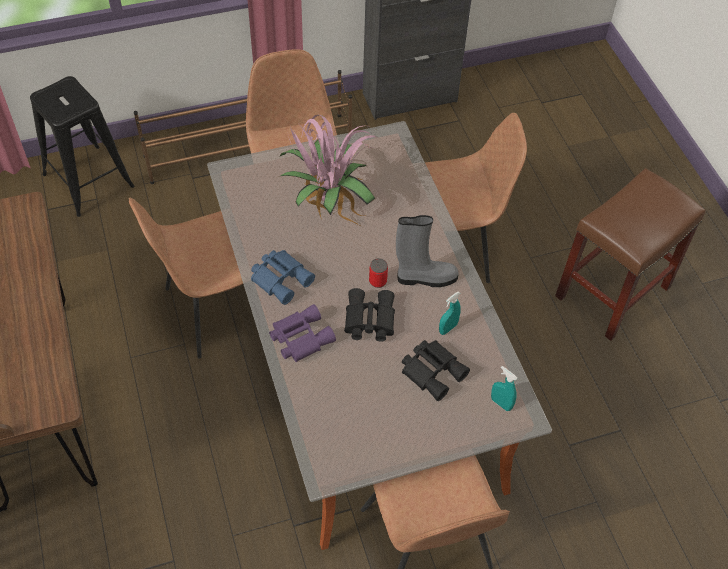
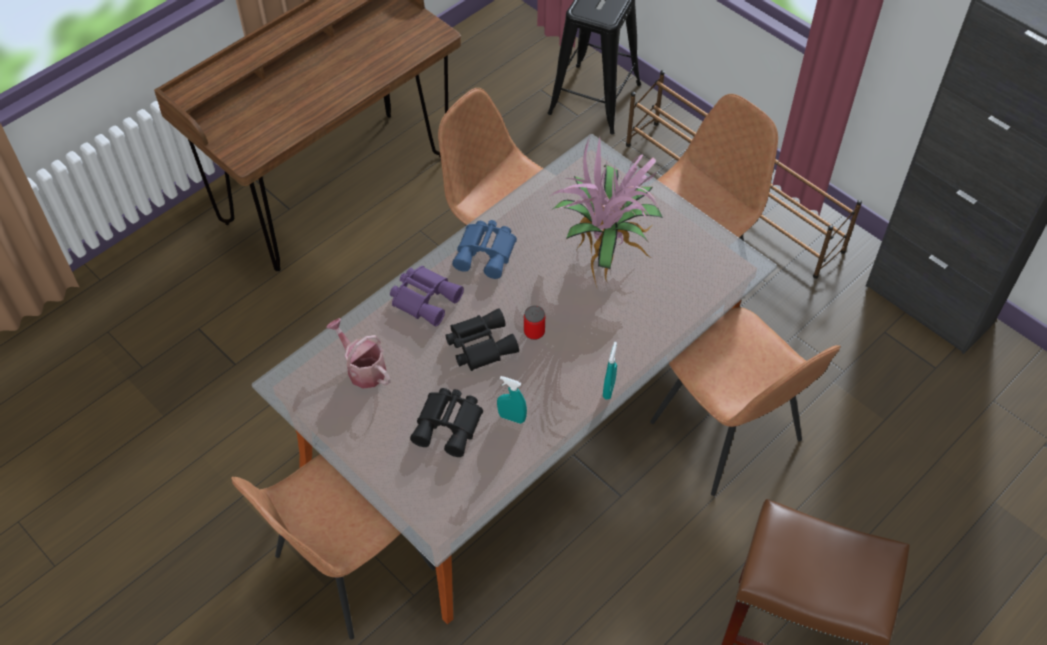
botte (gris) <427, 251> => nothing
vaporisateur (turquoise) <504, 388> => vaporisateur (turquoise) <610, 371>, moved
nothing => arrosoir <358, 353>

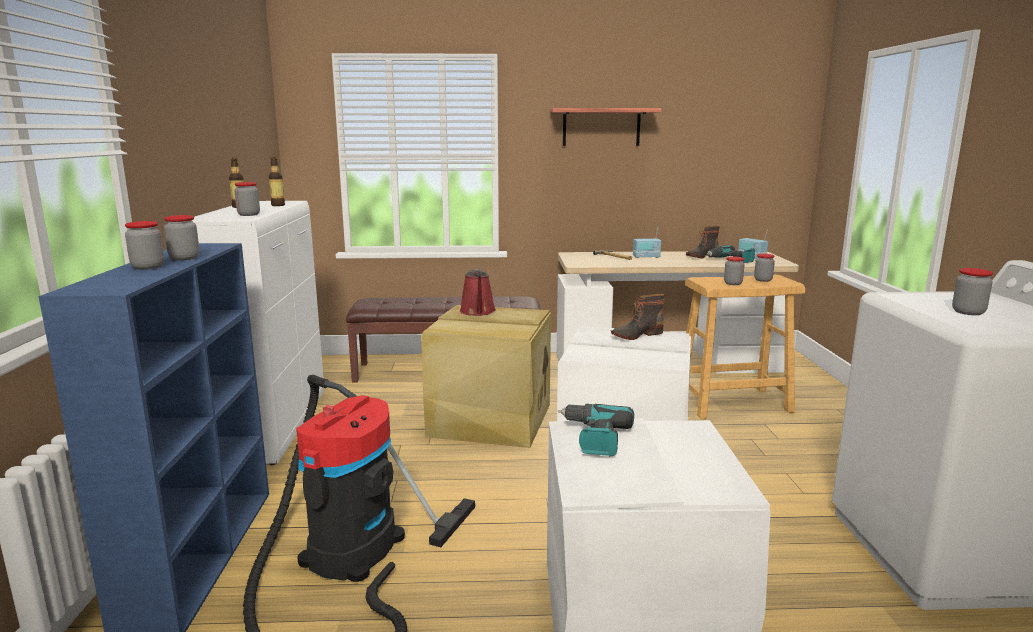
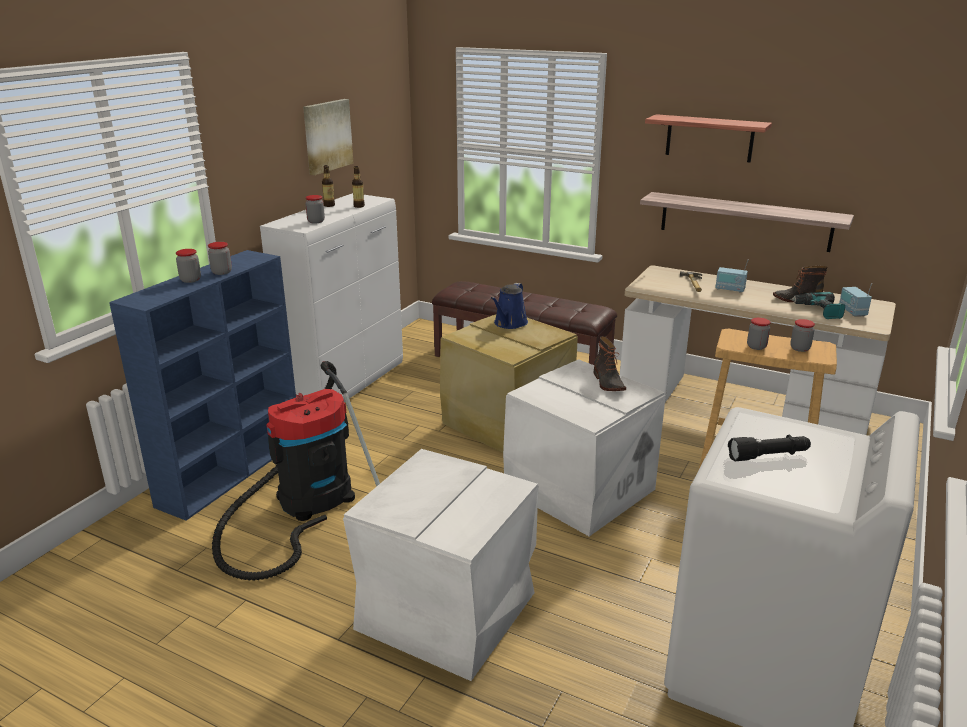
bocal <972, 291> => lampe de poche (noir) <769, 448>
arrosoir (rouge) <478, 292> => arrosoir (bleu) <509, 306>
botte <638, 317> => botte <610, 363>, 105 degrees counterclockwise
perceuse <596, 430> => nothing
nothing => tableau <328, 137>
nothing => étagère <747, 222>

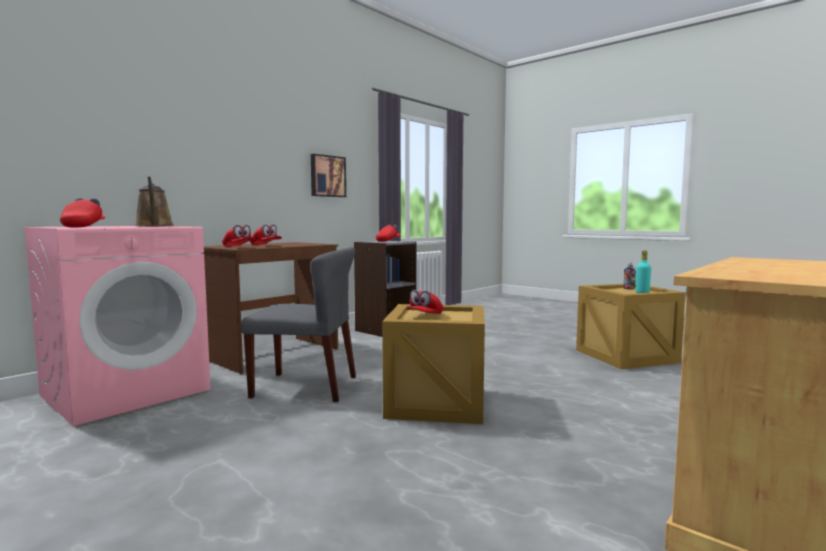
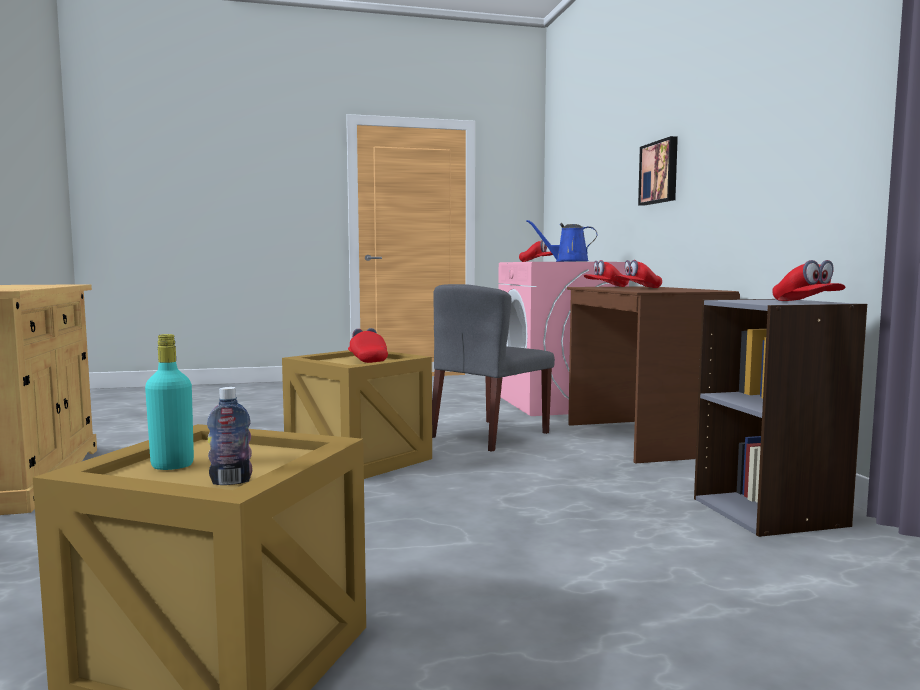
tableau <328, 175> => tableau <658, 171>, moved
arrosoir (marron) <154, 201> => arrosoir (bleu) <561, 241>

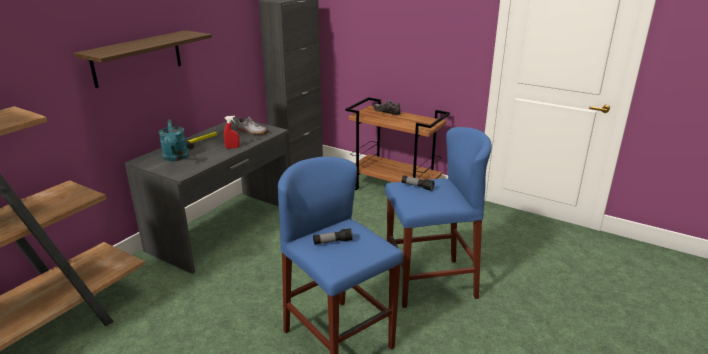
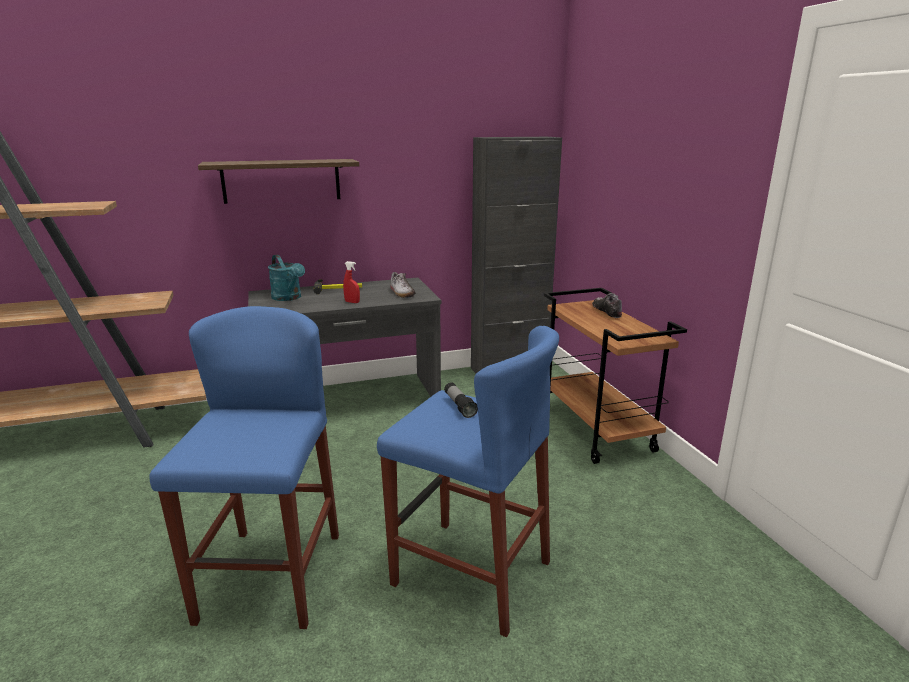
arrosoir (turquoise) <173, 140> => arrosoir (turquoise) <286, 278>, 60 degrees counterclockwise
lampe de poche <333, 236> => nothing

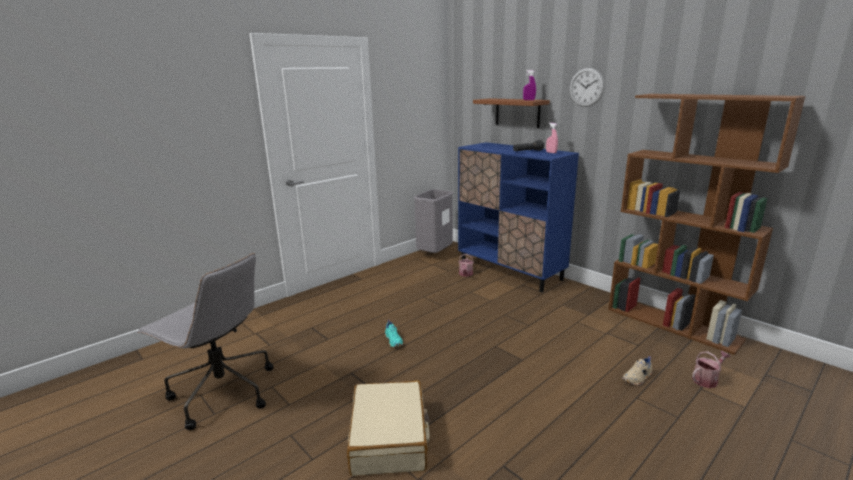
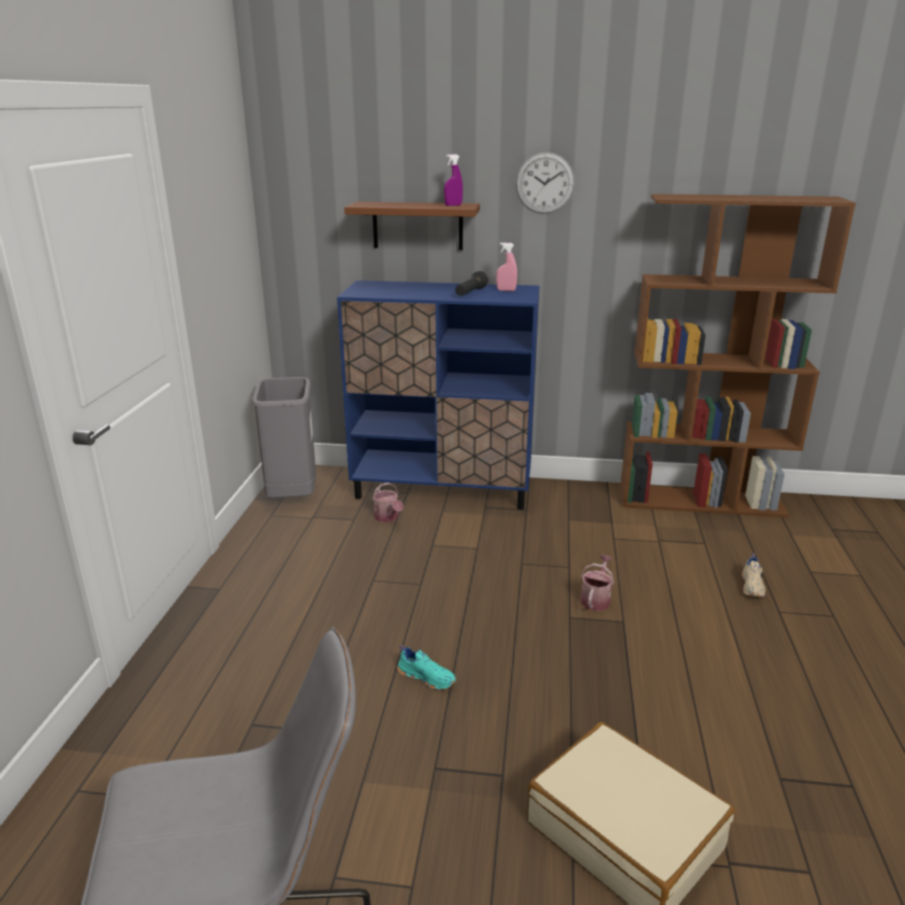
arrosoir <711, 369> => arrosoir <597, 583>, moved

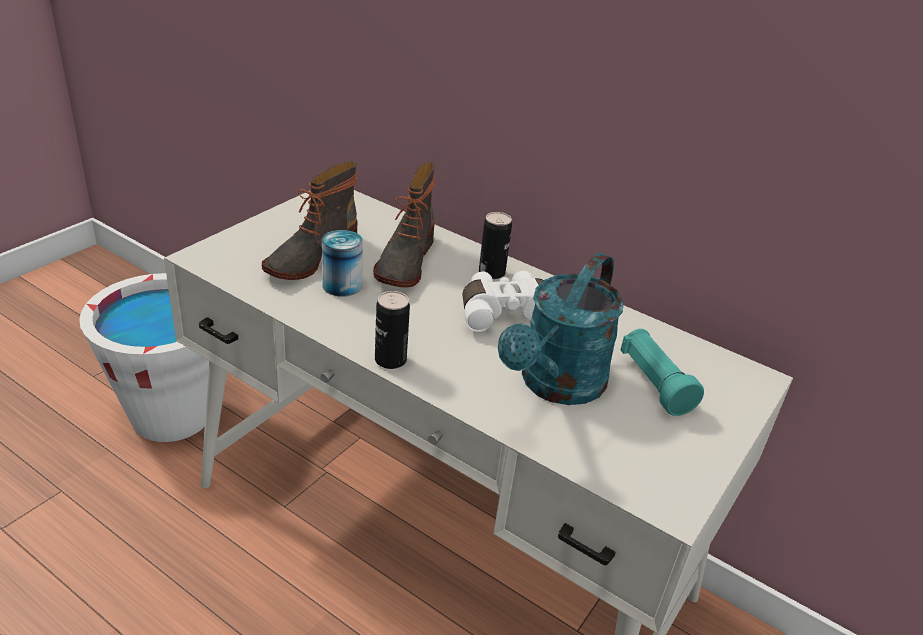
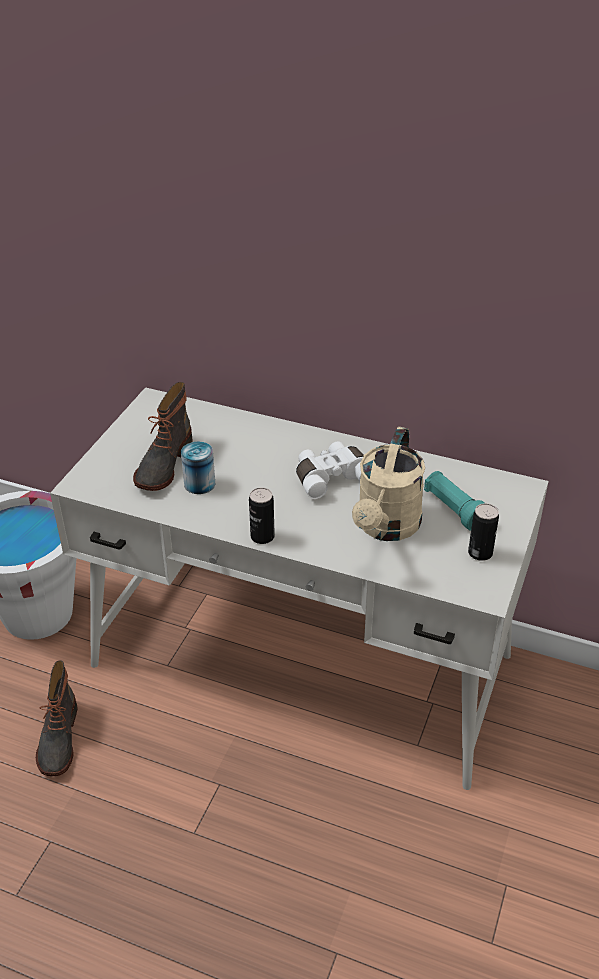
botte <404, 225> => botte <56, 718>, moved
boîte métallique <495, 245> => boîte métallique <483, 532>, moved
arrosoir (turquoise) <561, 329> => arrosoir (beige) <388, 484>

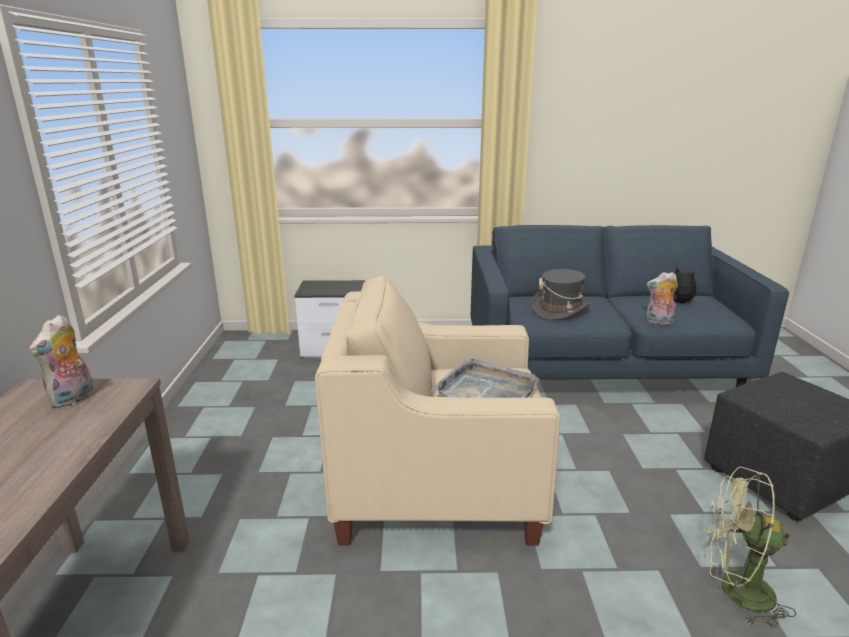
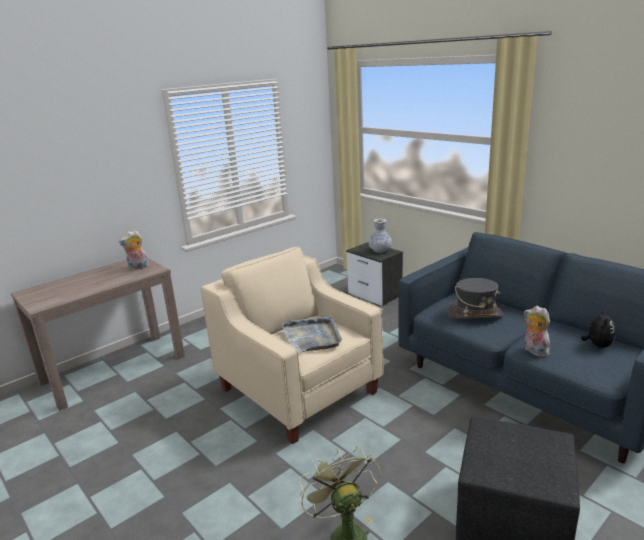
nothing => vase <380, 236>

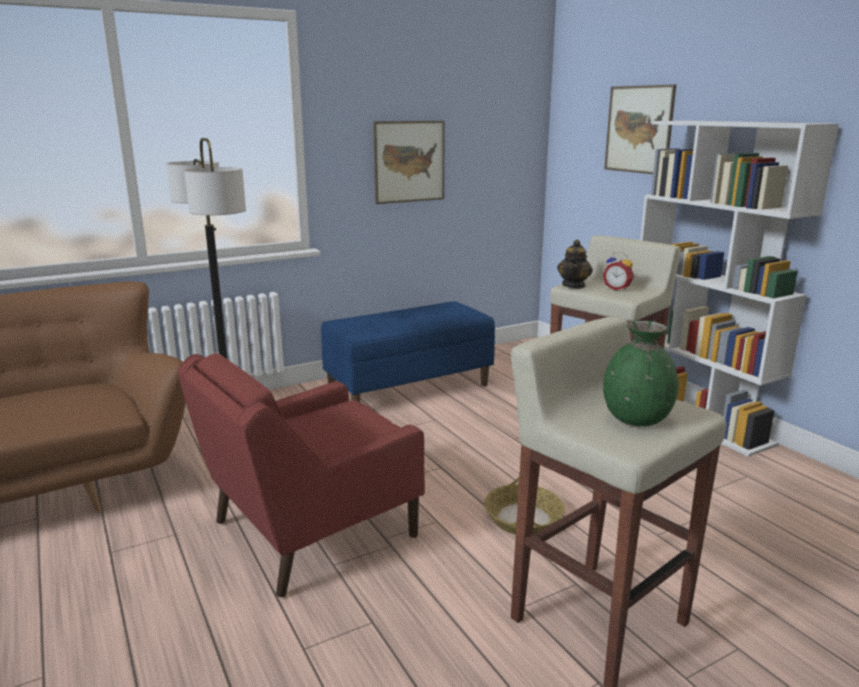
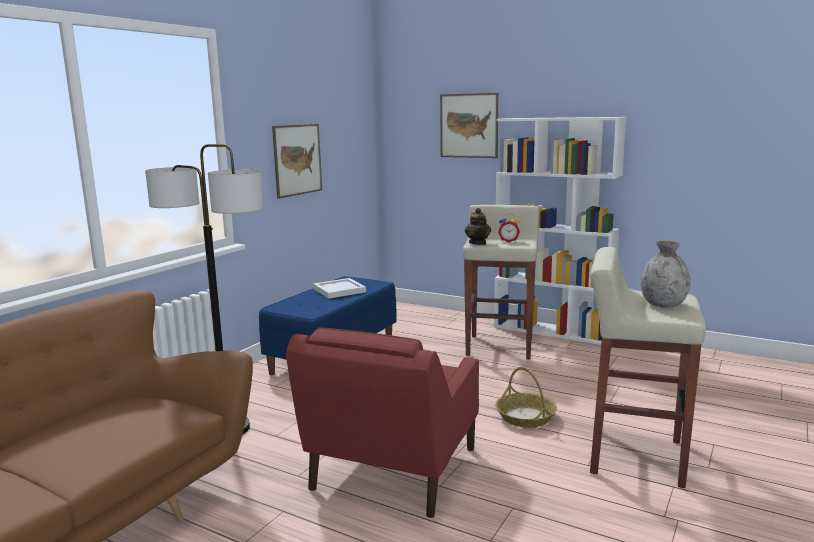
vase (vert) <640, 373> => vase (gris) <665, 274>
nothing => plateau (blanc) <339, 288>

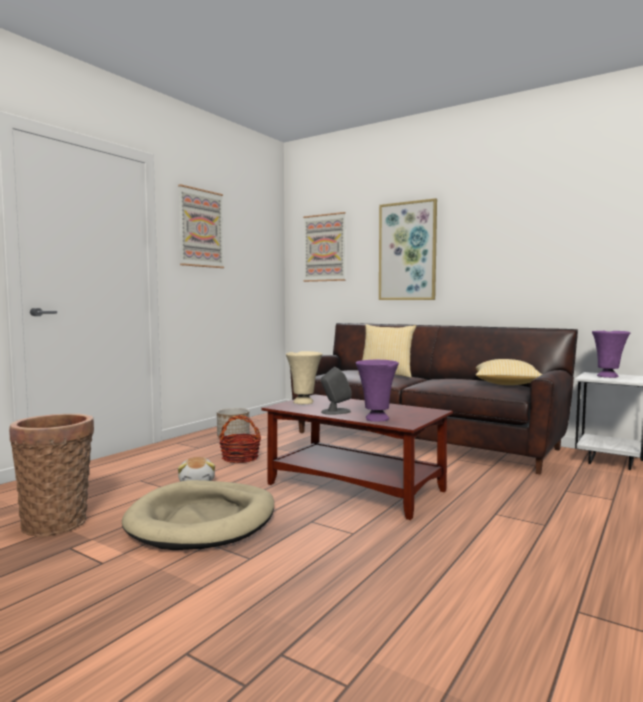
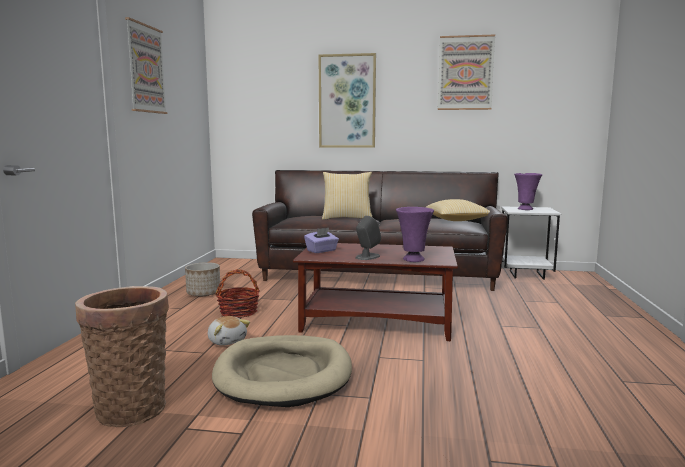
tableau <324, 247> => tableau <466, 72>, moved
vase (beige) <304, 377> => boîte à mouchoirs (violet) <321, 240>

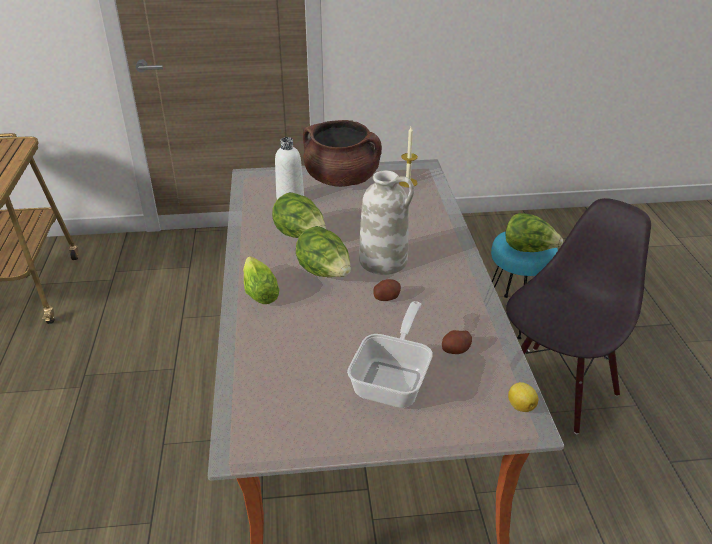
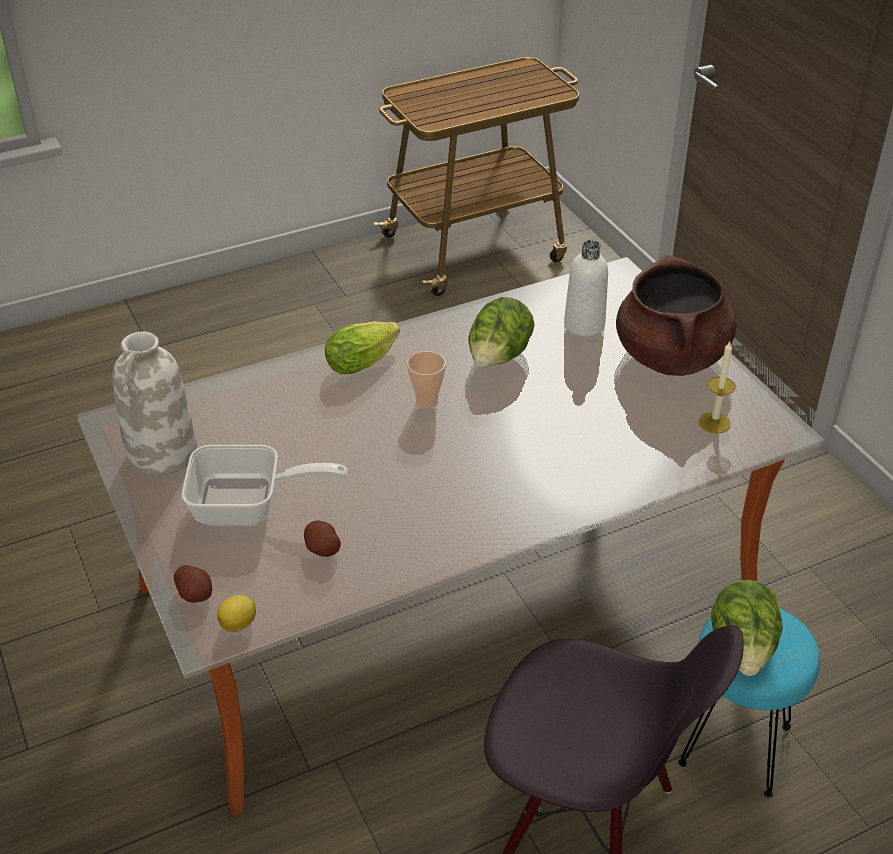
vase (blanc) <386, 223> => vase (blanc) <154, 404>, moved
laitue <323, 251> => tasse <426, 379>
pomme de terre <387, 290> => pomme de terre <193, 584>, moved

